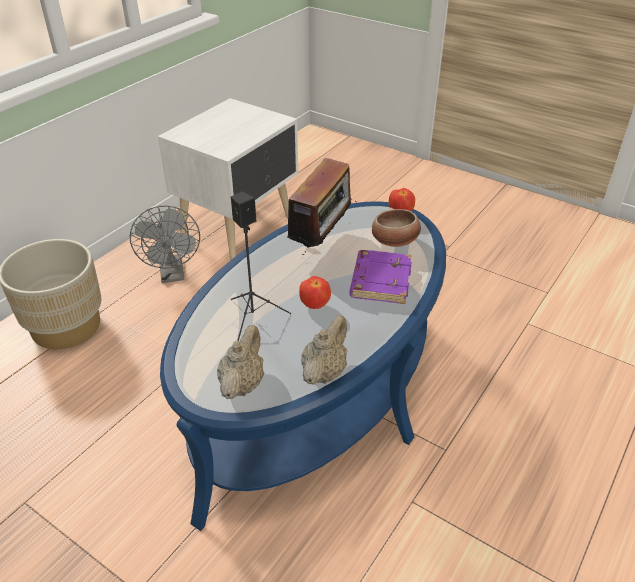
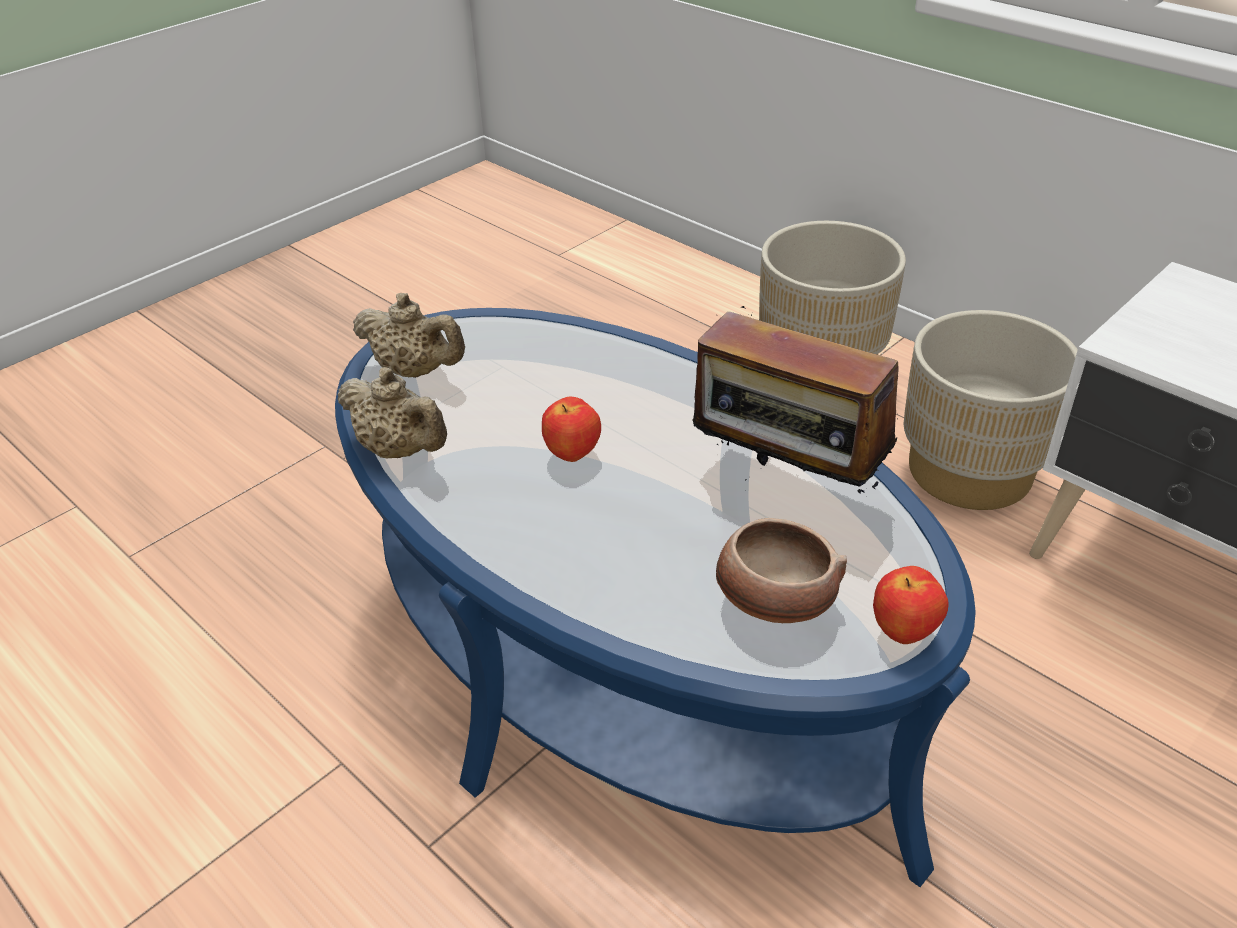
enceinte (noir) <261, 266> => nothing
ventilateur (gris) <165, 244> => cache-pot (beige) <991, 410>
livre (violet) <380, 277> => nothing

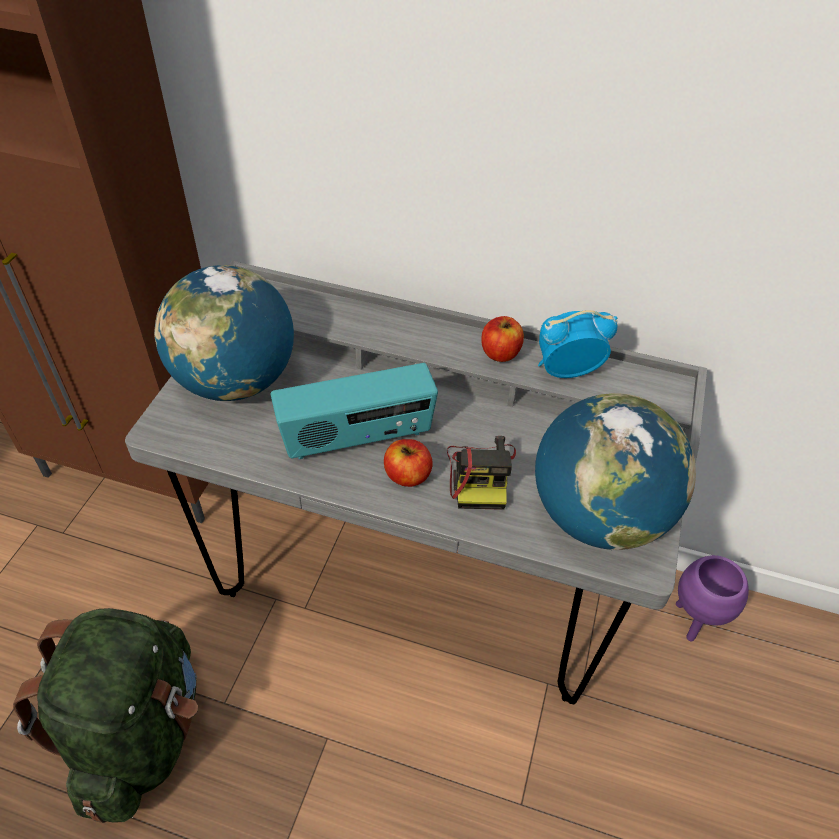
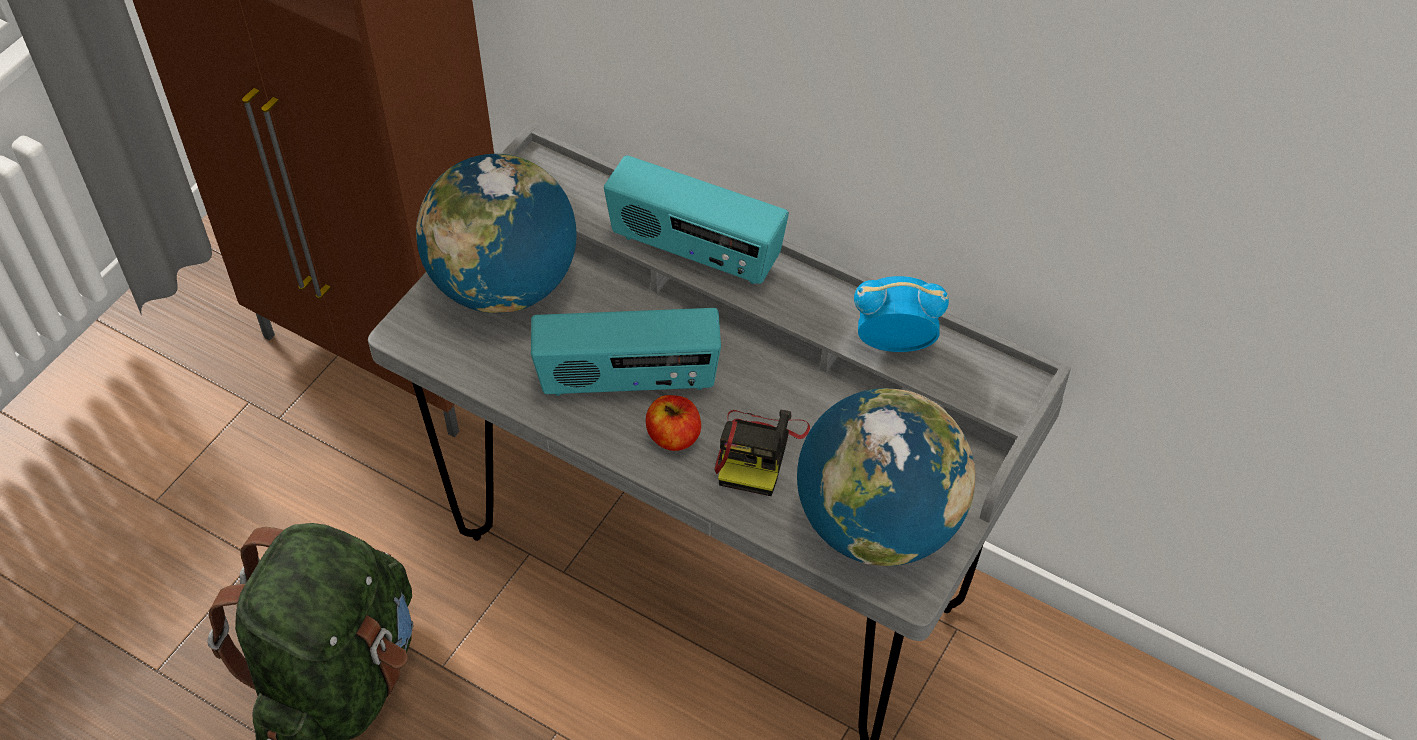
pomme <502, 339> => nothing
cache-pot (violet) <712, 598> => nothing
nothing => radio <696, 220>

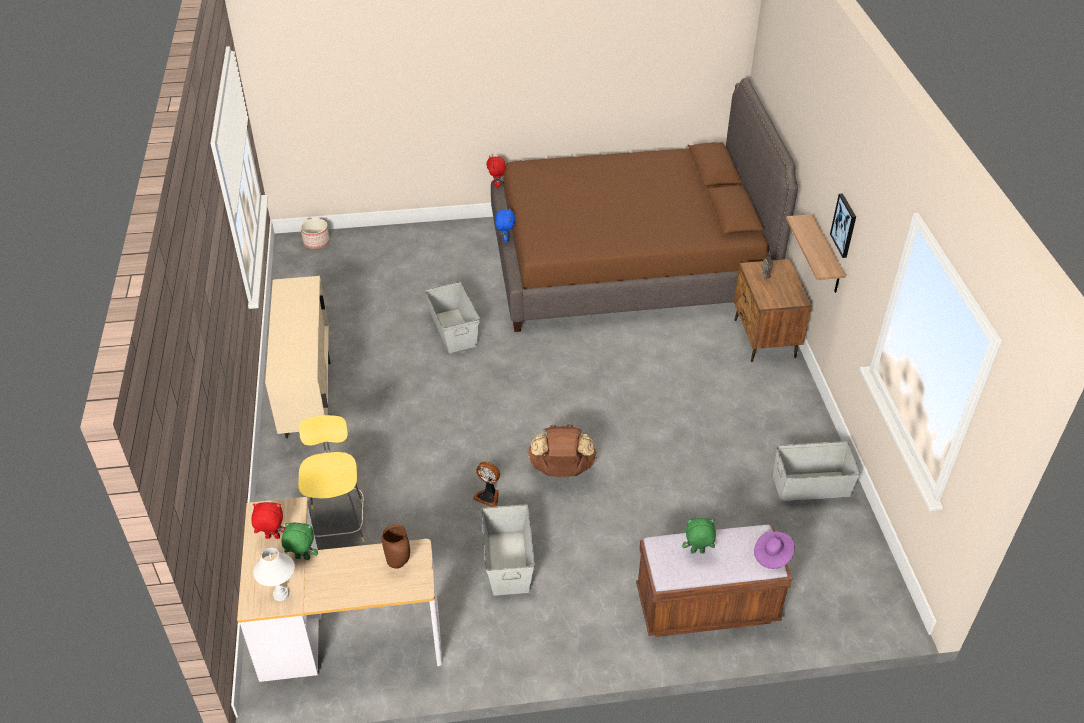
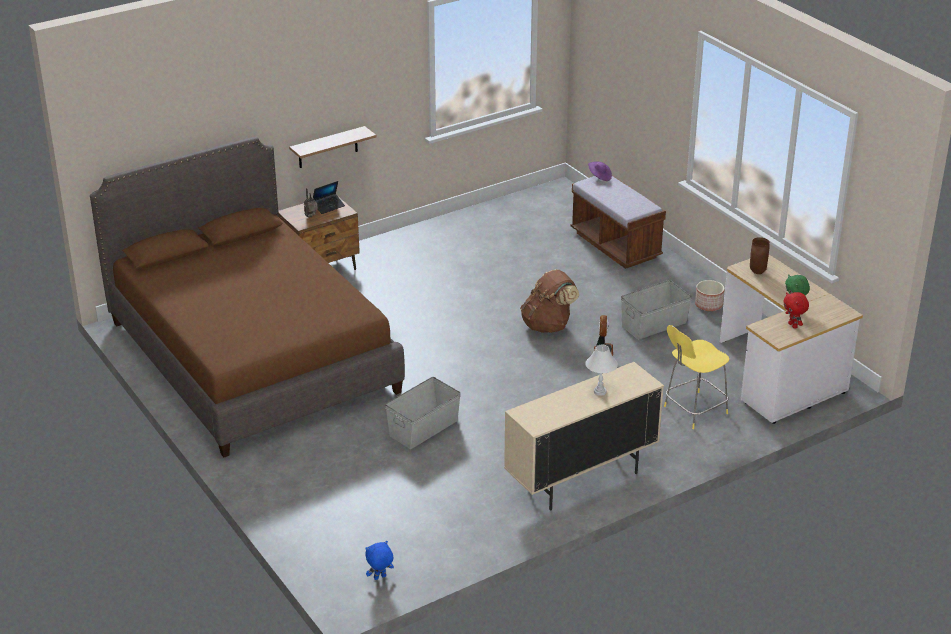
peluche (rouge) <496, 172> => nothing
tableau <843, 225> => nothing
peluche (bleu) <505, 225> => peluche (bleu) <379, 560>, moved
cache-pot <315, 233> => cache-pot <709, 295>, moved
boîte de rangement (gris) <816, 471> => nothing
peluche (vert) <699, 535> => nothing
lampe de table (blanc) <274, 574> => lampe de table (blanc) <601, 370>, moved
nothing => ordinateur portable <329, 197>

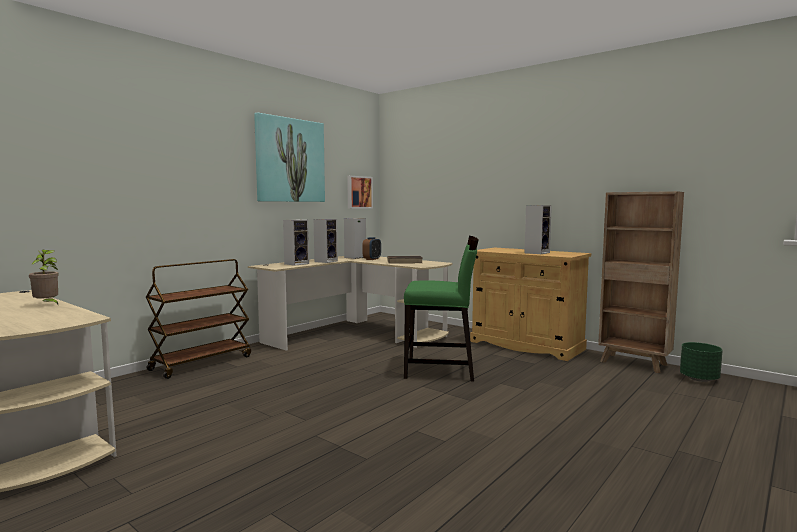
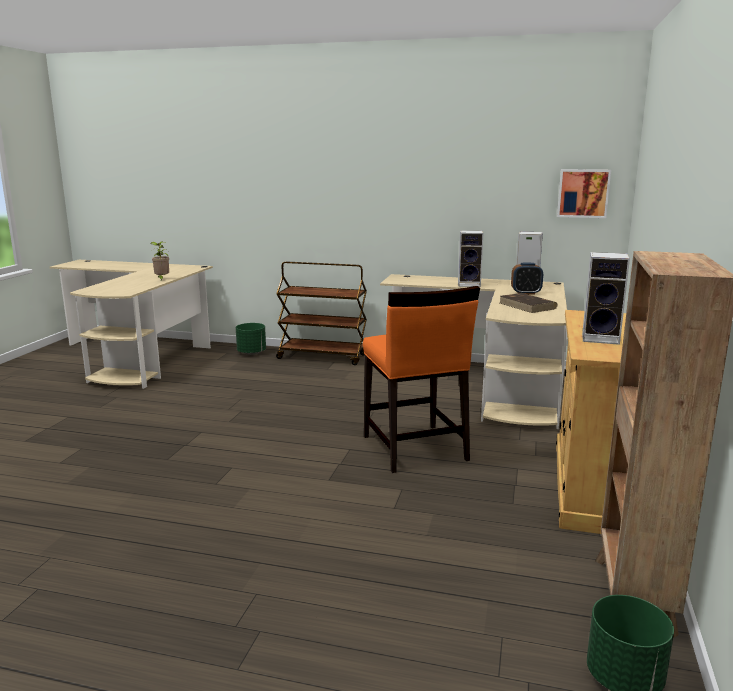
tableau <289, 157> => nothing
enceinte <296, 243> => nothing
chaise (vert) <441, 308> => chaise (orange) <421, 379>
nothing => cache-pot (vert) <251, 339>

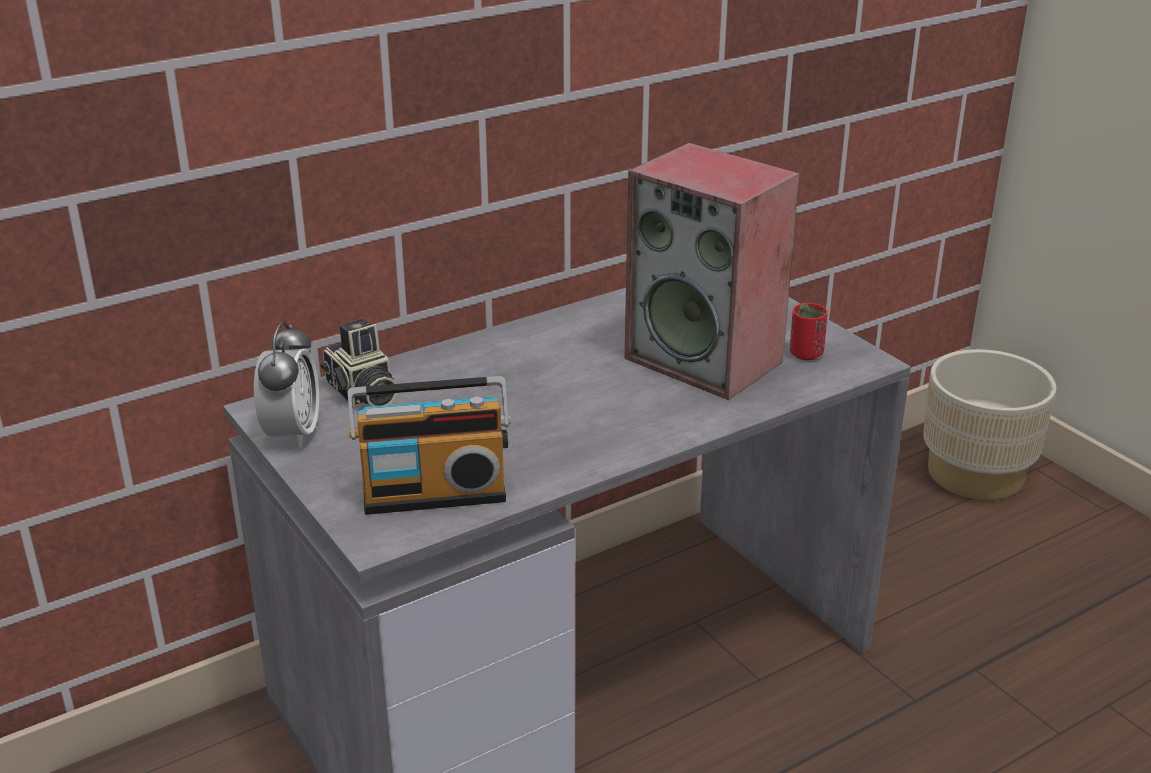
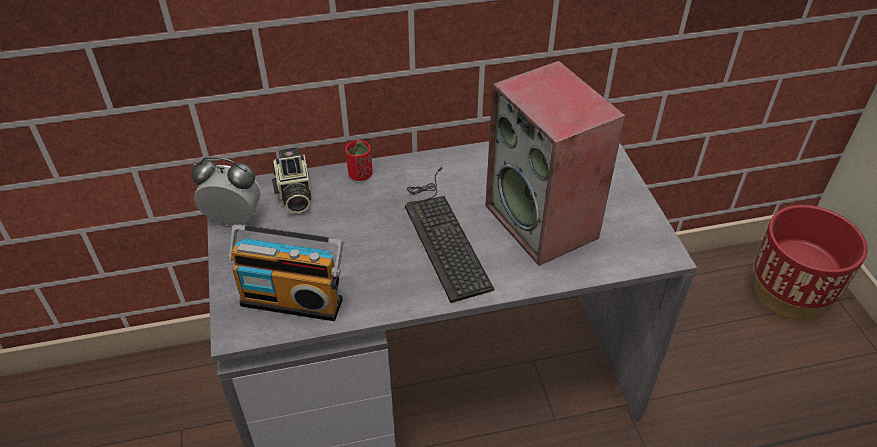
tasse (rouge) <809, 331> => tasse (rouge) <359, 160>, moved
réveil <286, 384> => réveil <226, 191>, 105 degrees counterclockwise
cache-pot (beige) <989, 424> => cache-pot (rouge) <810, 262>
nothing => clavier <449, 235>

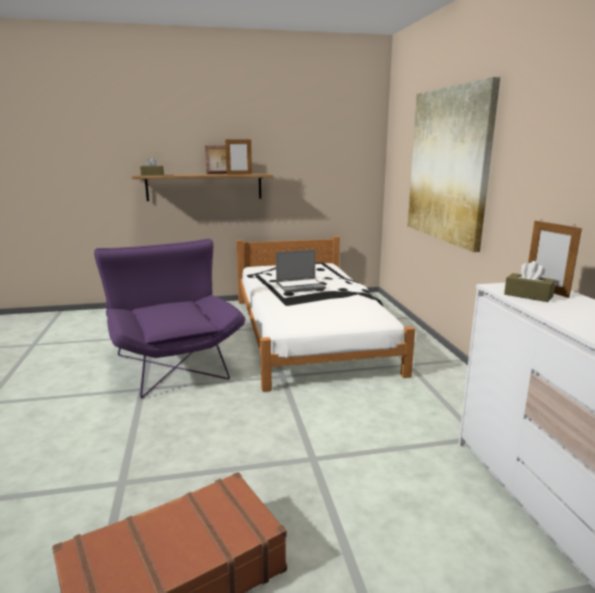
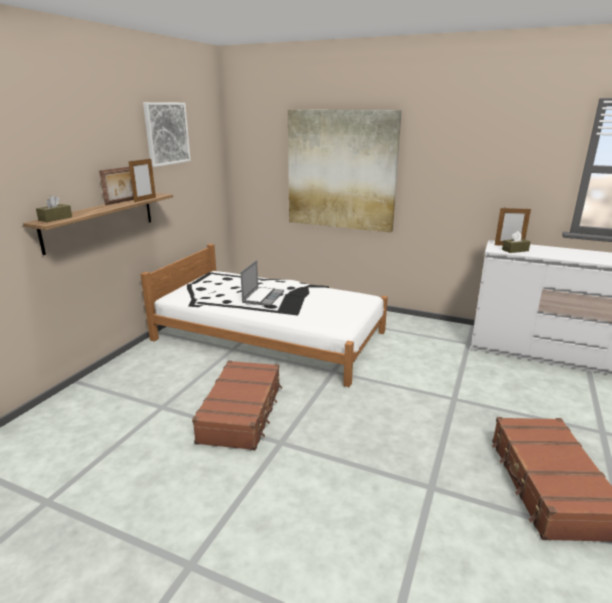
fauteuil (violet) <169, 318> => valise (marron) <237, 405>
nothing => tableau <167, 134>

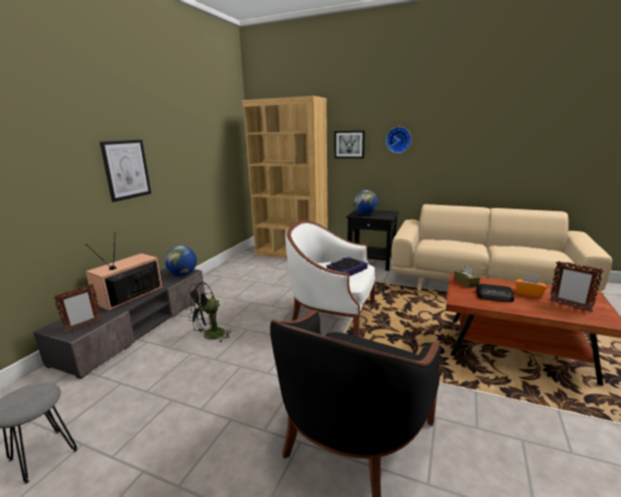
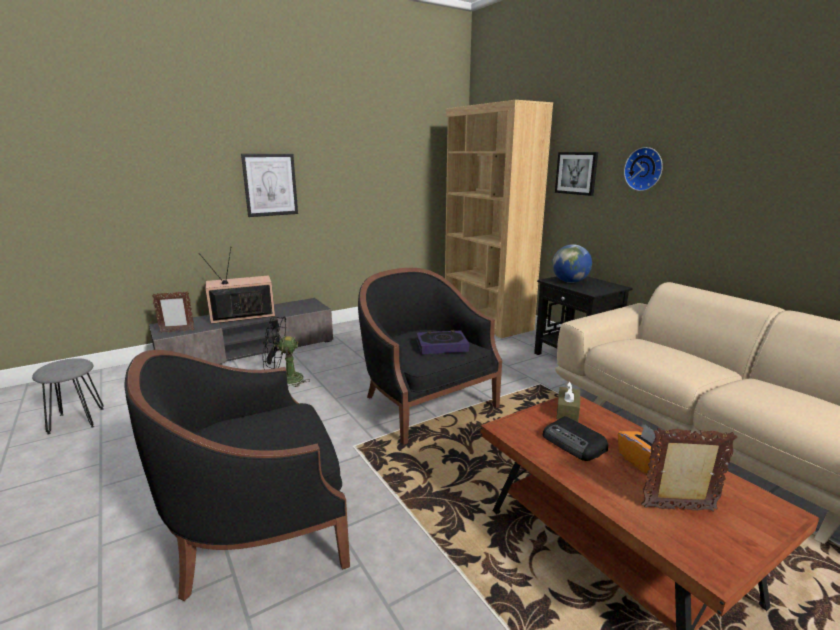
fauteuil (blanc) <330, 278> => fauteuil (noir) <430, 356>
globe <181, 261> => nothing
cadre photo <576, 286> => cadre photo <689, 470>, 105 degrees clockwise

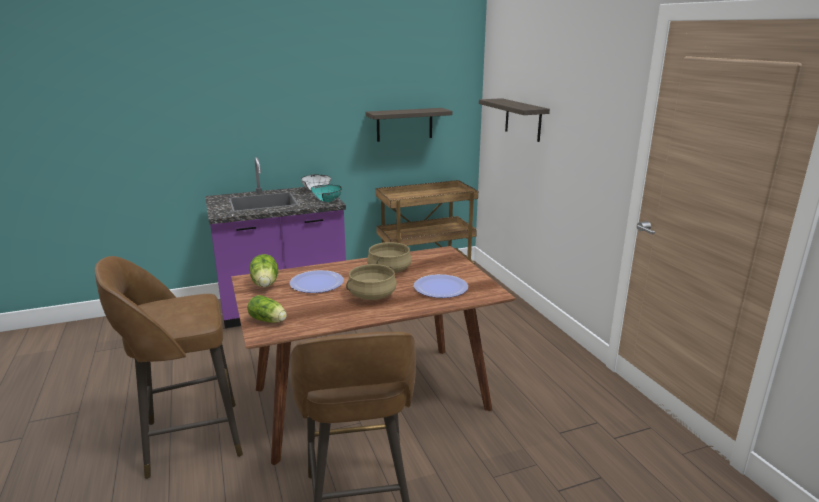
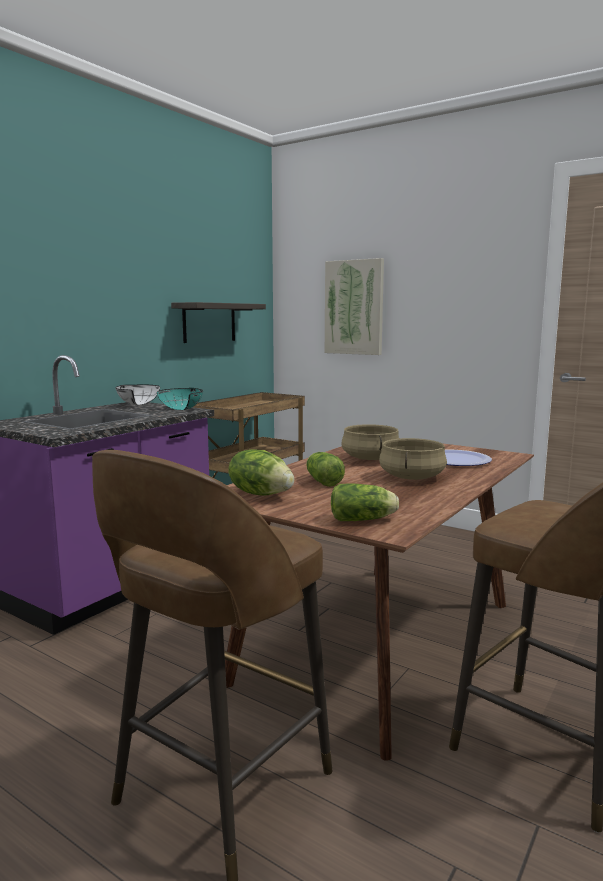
étagère <514, 120> => tableau <354, 306>
assiette <317, 281> => laitue <325, 469>

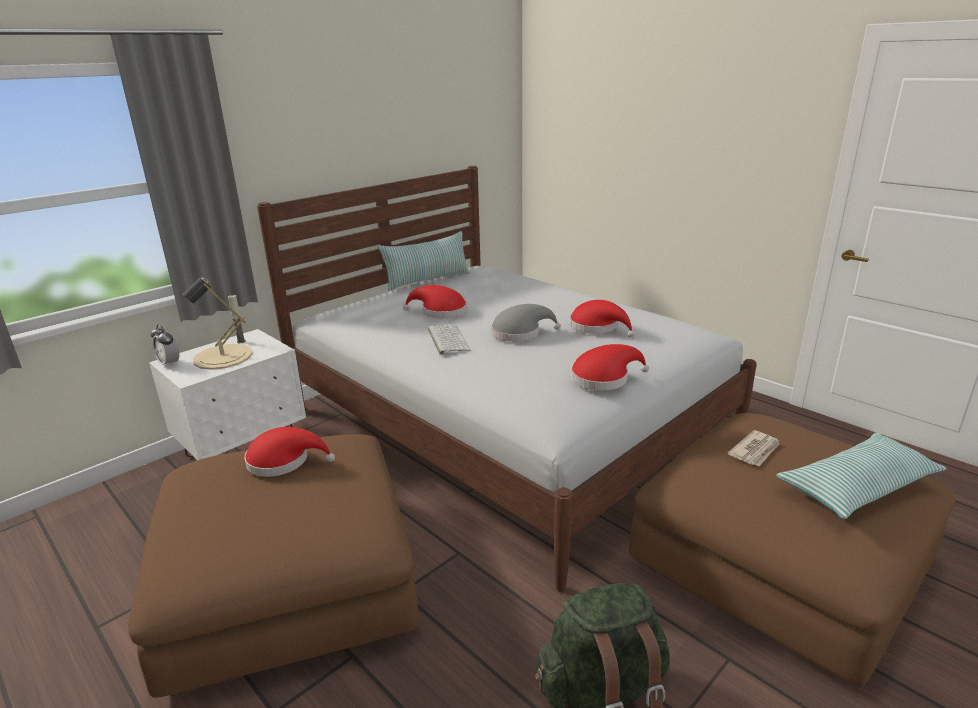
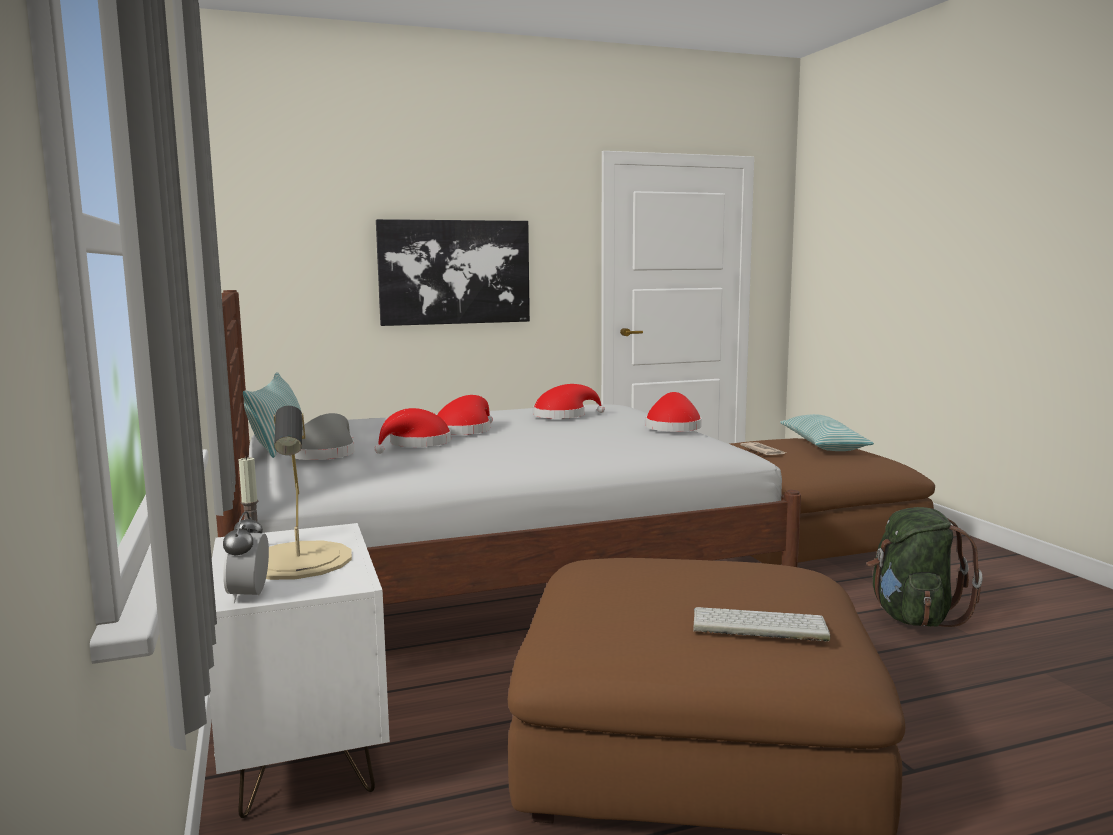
chapeau (gris) <526, 323> => chapeau (gris) <322, 436>, moved
réveil <165, 346> => réveil <246, 557>, 105 degrees clockwise
clavier <449, 340> => clavier <761, 624>, moved
chapeau (rouge) <289, 452> => chapeau (rouge) <465, 415>, moved
nothing => tableau <453, 272>

